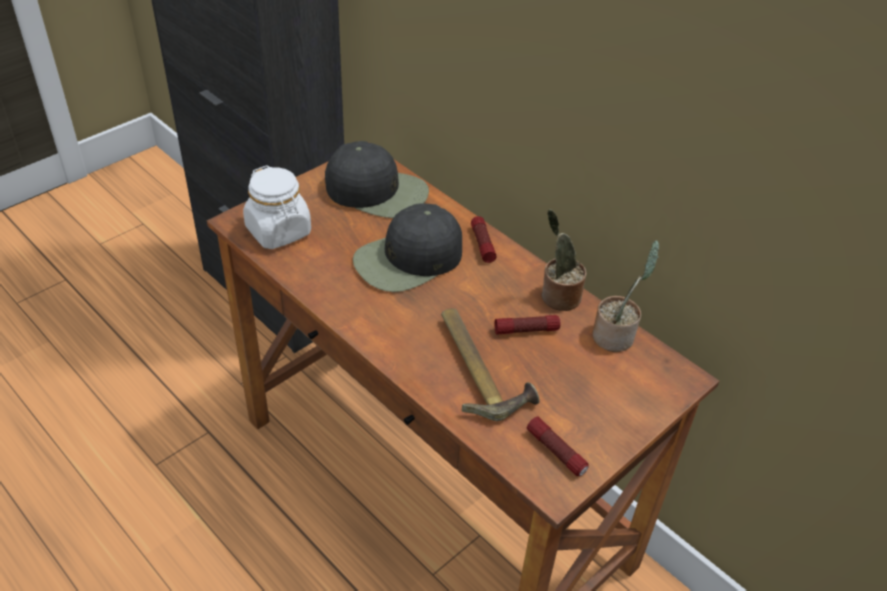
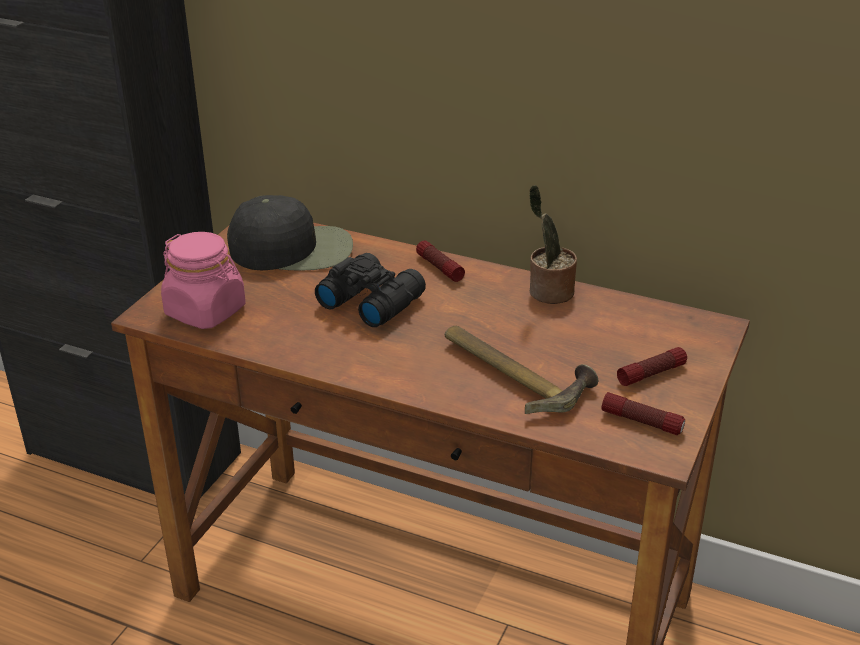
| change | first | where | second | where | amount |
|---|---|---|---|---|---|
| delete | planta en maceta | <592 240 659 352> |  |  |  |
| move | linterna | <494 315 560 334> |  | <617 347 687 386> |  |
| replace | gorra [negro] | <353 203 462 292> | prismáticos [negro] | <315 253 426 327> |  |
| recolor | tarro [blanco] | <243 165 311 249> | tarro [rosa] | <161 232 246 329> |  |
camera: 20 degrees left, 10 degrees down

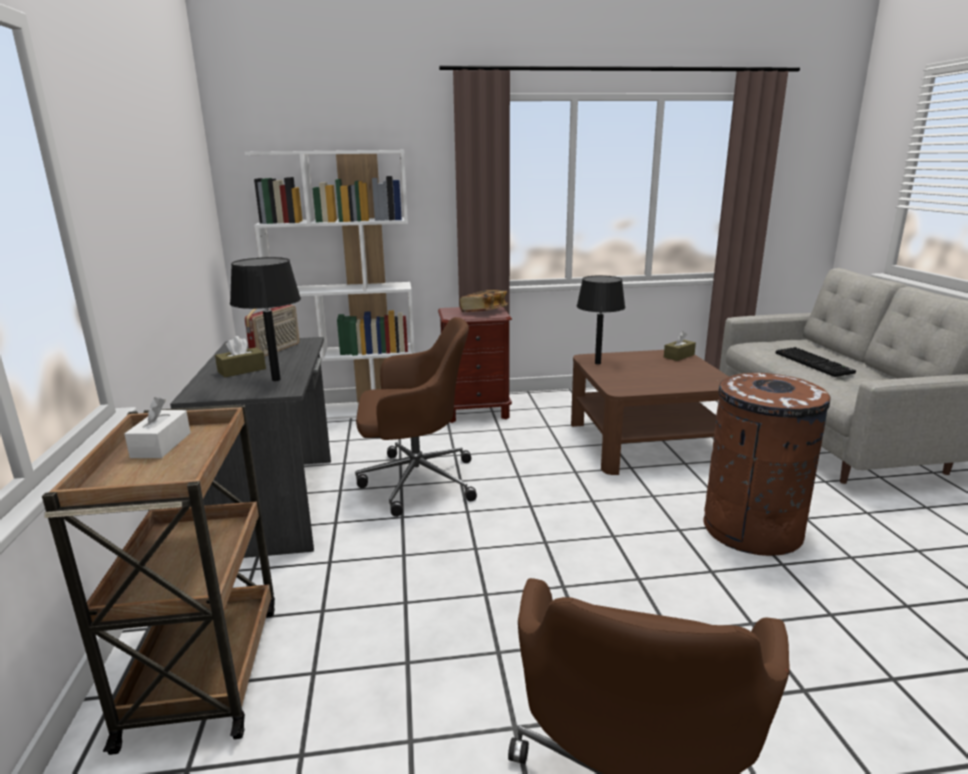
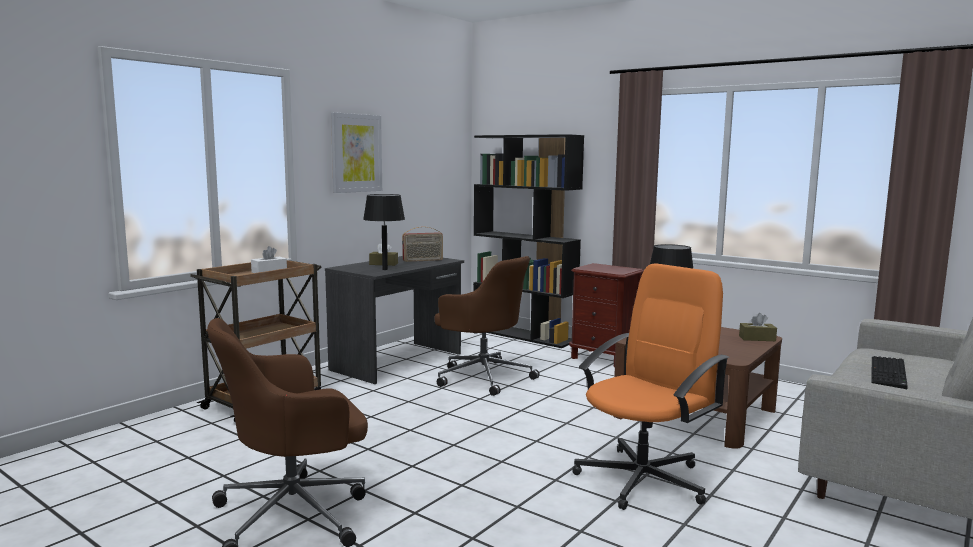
| change | first | where | second | where | amount |
|---|---|---|---|---|---|
| delete | libro | <460 290 508 312> |  |  |  |
| insert |  |  | cuadro | <331 112 382 193> |  |
| replace | papelera [marrón] | <704 373 831 556> | silla de oficina [naranja] | <572 263 729 510> |  |
| recolor | estantería [blanco] | <245 150 415 420> | estantería [negro] | <473 134 584 348> |  |
camera: 45 degrees right, 10 degrees down

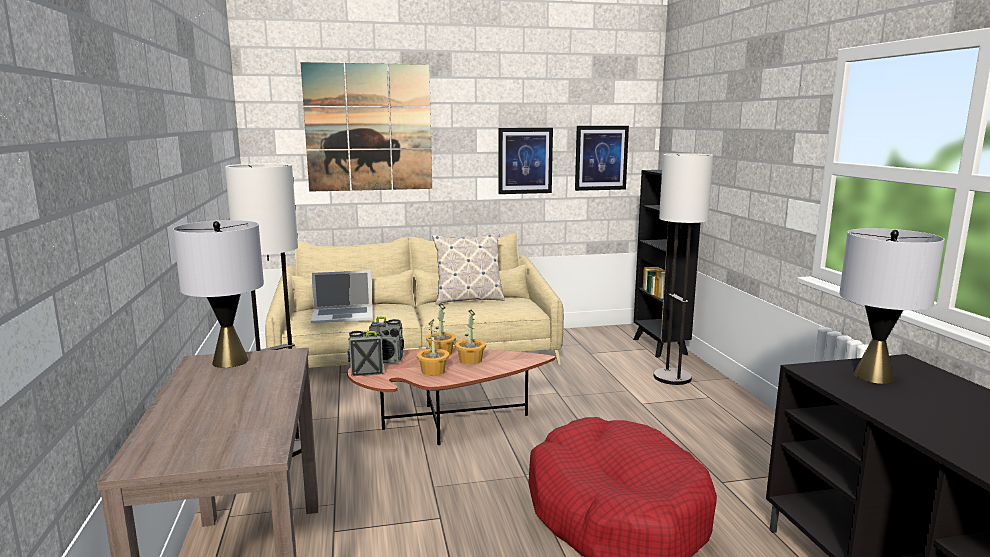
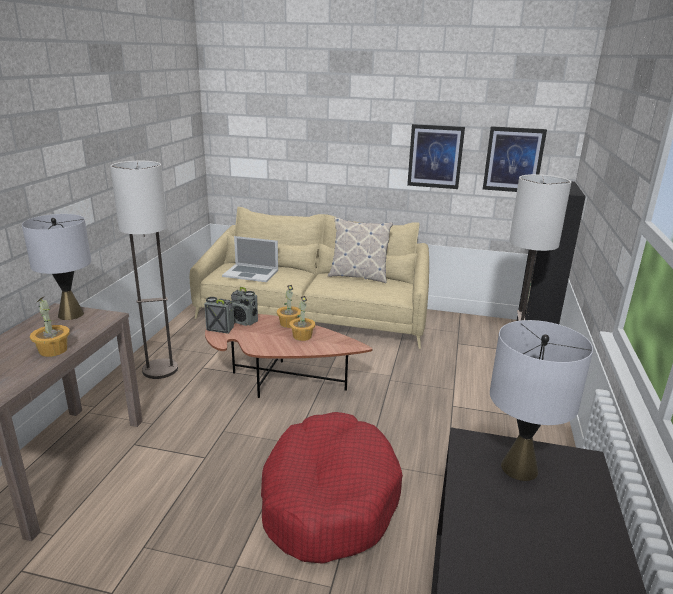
| change | first | where | second | where | amount |
|---|---|---|---|---|---|
| delete | cuadro | <300 62 432 192> |  |  |  |
| move | planta en maceta | <417 319 449 376> |  | <30 296 70 357> |  |
camera: 25 degrees right, 10 degrees up

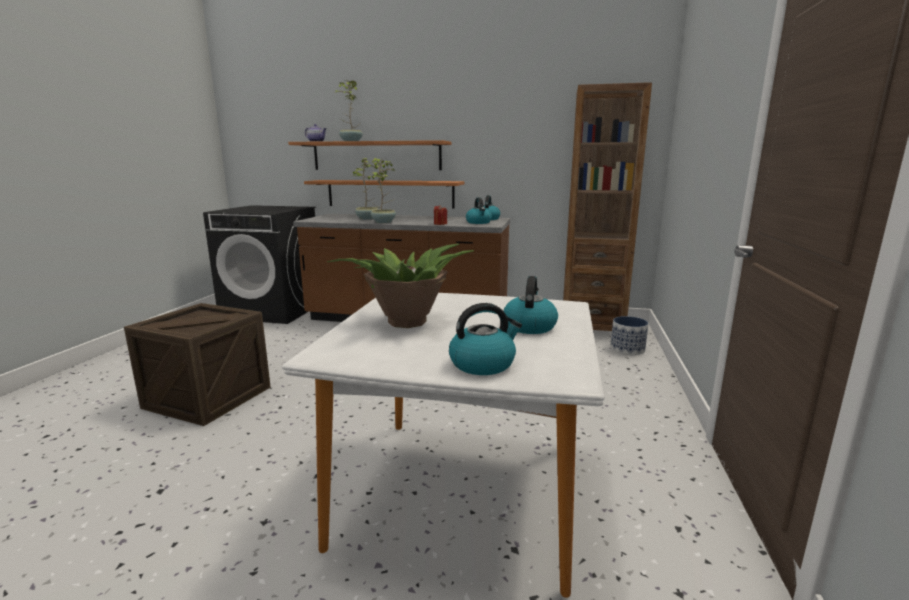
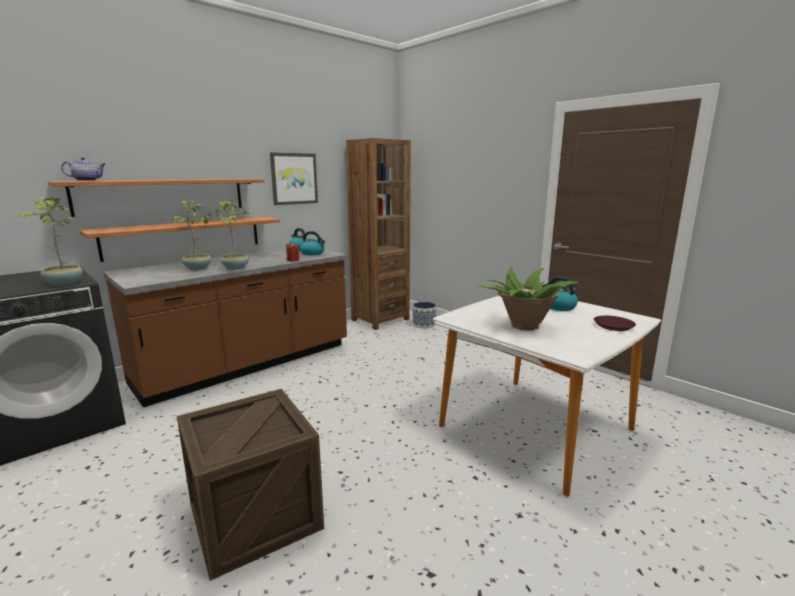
| change | first | where | second | where | amount |
|---|---|---|---|---|---|
| insert |  |  | cuadro | <270 152 318 205> |  |
| move | planta en maceta | <334 80 363 141> |  | <18 197 83 286> |  |
| replace | hervidor | <449 303 522 375> | plato [marrón] | <594 316 636 331> |  |
camera: 55 degrees left, 0 degrees up

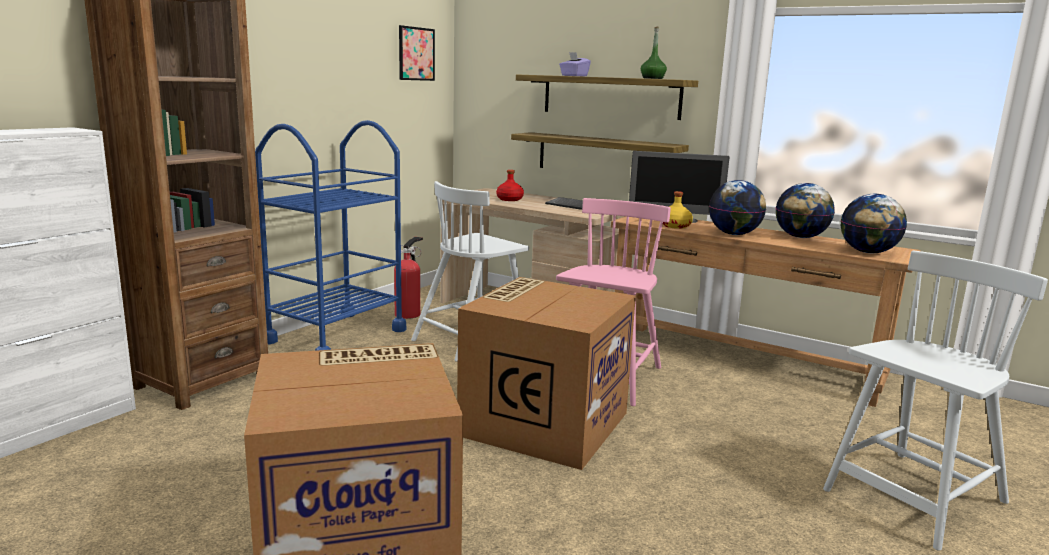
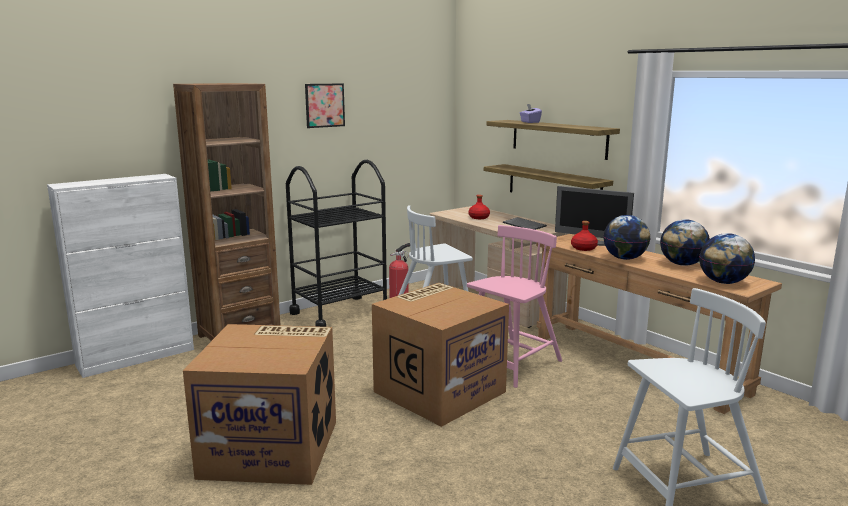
| change | first | where | second | where | amount |
|---|---|---|---|---|---|
| delete | botella [verde] | <641 27 667 79> |  |  |  |
| move | cuadro | <399 25 435 81> |  | <305 83 345 128> |  |
| recolor | carrito [azul] | <255 120 406 351> | carrito [negro] | <286 160 387 327> |  |
| recolor | botella [amarillo] | <663 191 693 229> | botella [rojo] | <571 221 598 251> |  |
camera: 20 degrees right, 0 degrees up

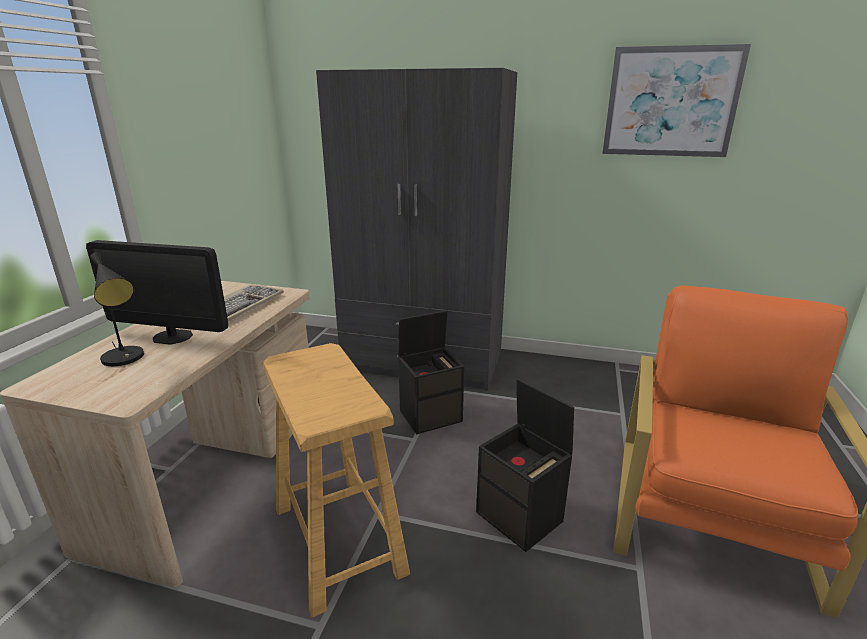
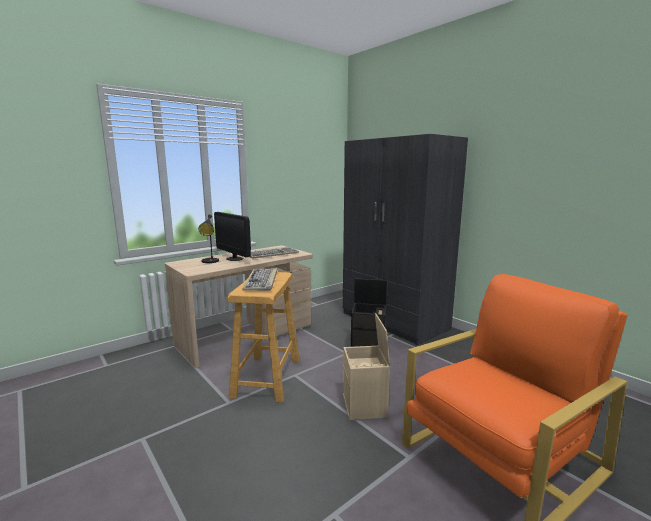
| change | first | where | second | where | amount |
|---|---|---|---|---|---|
| delete | cuadro | <602 44 751 157> |  |  |  |
| insert |  |  | teclado | <242 268 277 291> |  |
| recolor | caja de almacenaje [negro] | <476 378 574 552> | caja de almacenaje [beis] | <343 313 390 420> |  |
camera: 35 degrees right, 10 degrees down

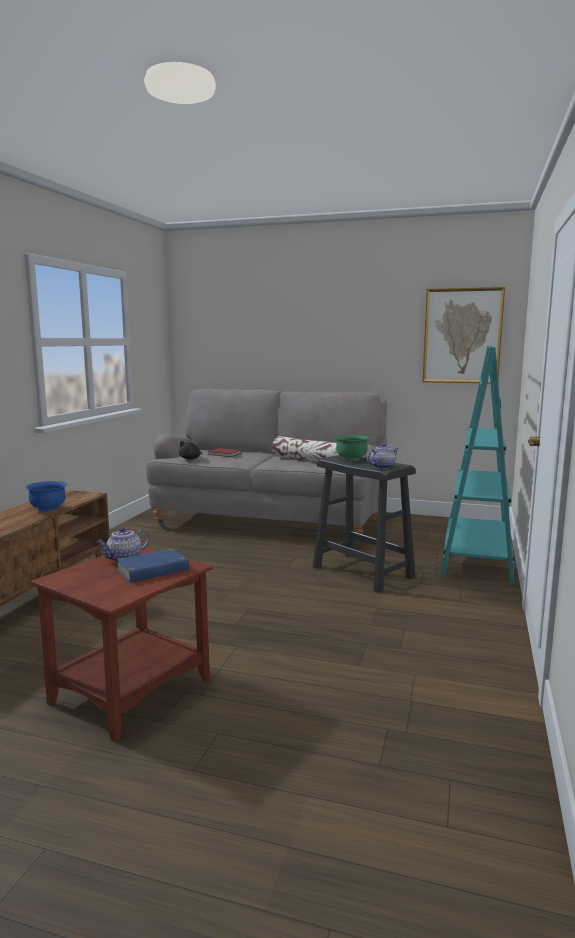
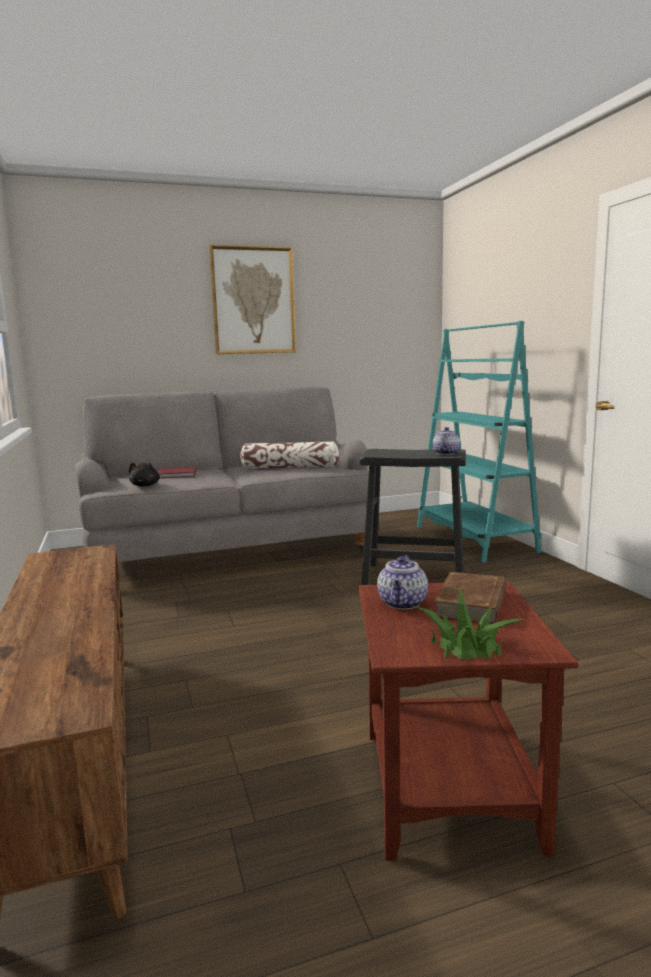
| change | first | where | second | where | amount |
|---|---|---|---|---|---|
| delete | cuenco [azul] | <25 481 67 512> |  |  |  |
| delete | cuenco [verde] | <334 435 370 461> |  |  |  |
| insert |  |  | planta en maceta | <411 586 525 659> |  |
| move | cuadro | <422 287 505 383> |  | <209 245 296 354> |  |
| recolor | libro [azul] | <116 548 196 583> | libro [marrón] | <434 572 506 624> |  |
camera: 35 degrees left, 0 degrees up

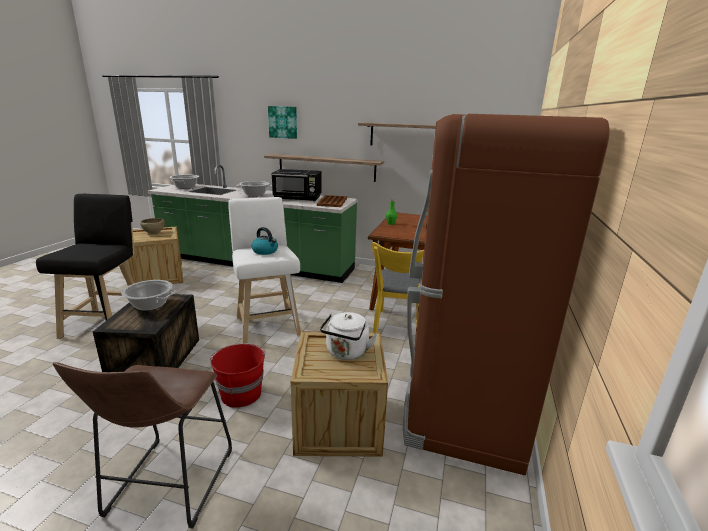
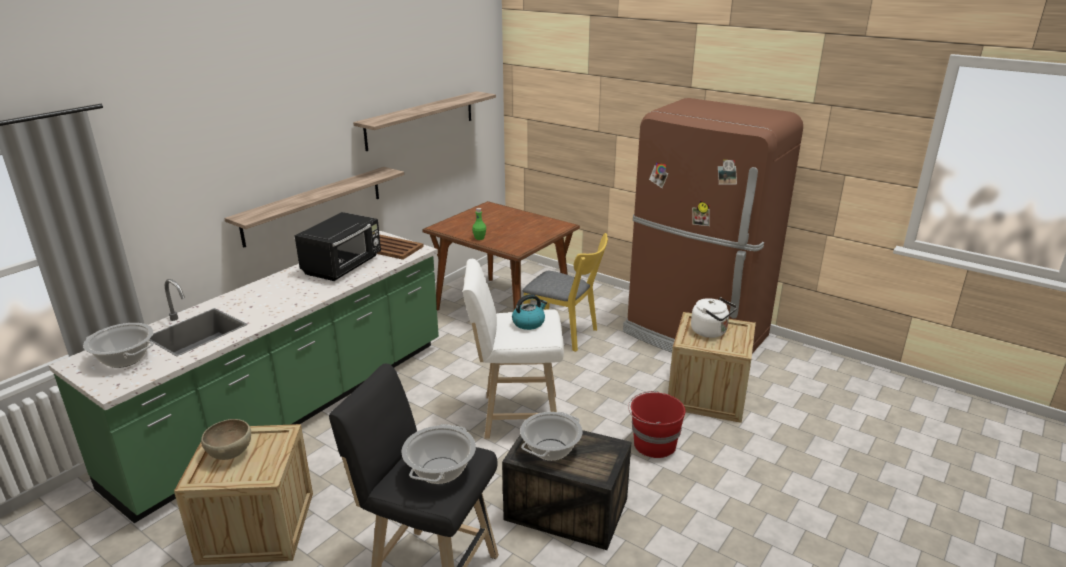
| change | first | where | second | where | amount |
|---|---|---|---|---|---|
| delete | taburete [marrón] | <53 362 232 529> |  |  |  |
| delete | cuadro | <268 106 297 139> |  |  |  |
| move | olla | <236 181 272 197> |  | <401 424 476 484> |  |
camera: 70 degrees left, 5 degrees up

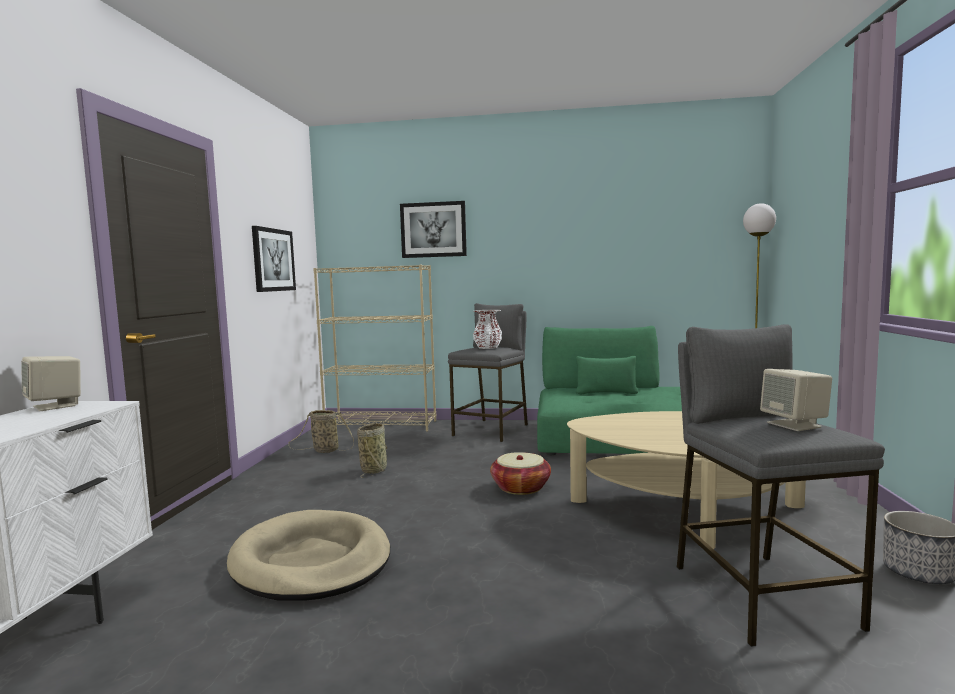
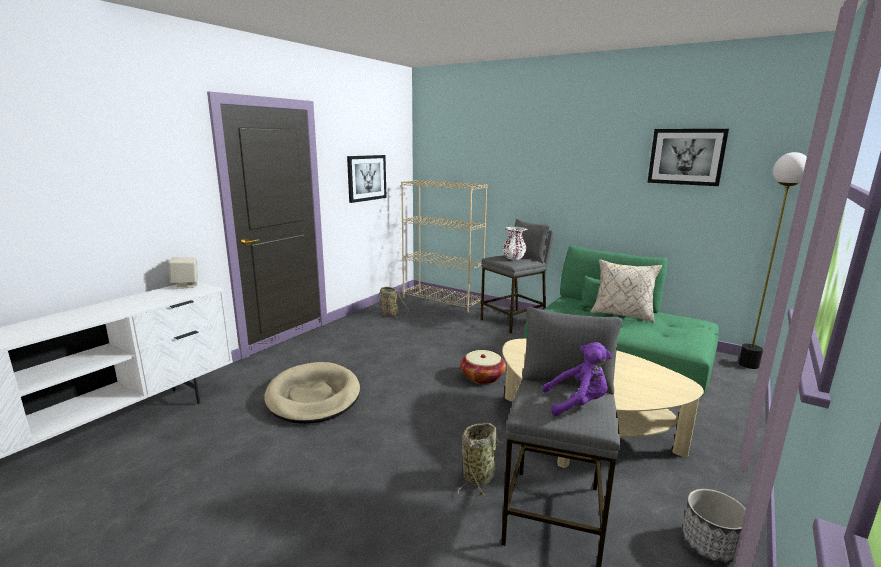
| change | first | where | second | where | amount |
|---|---|---|---|---|---|
| insert |  |  | cojín [beis] | <591 259 662 323> |  |
| move | cesta | <357 423 387 478> |  | <458 423 502 497> |  |
| move | cuadro | <400 201 467 258> |  | <647 129 729 186> |  |
| replace | altavoz [beis] | <760 369 832 431> | peluche [morado] | <542 342 612 416> |  |
camera: 25 degrees right, 10 degrees up

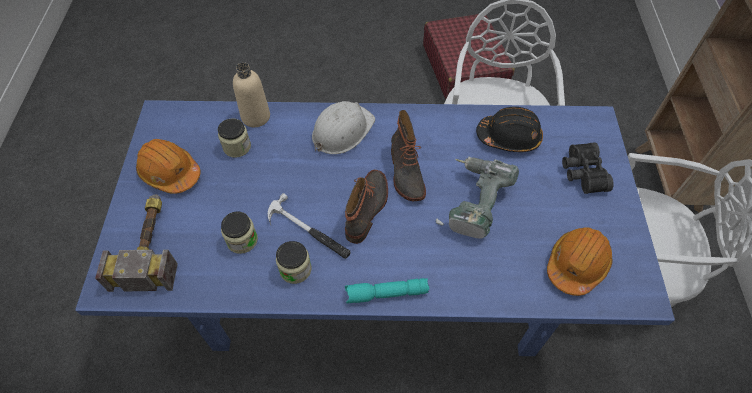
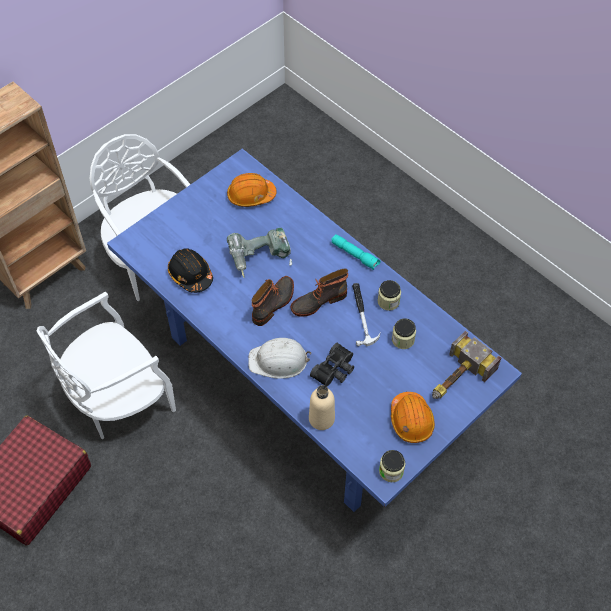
| change | first | where | second | where | amount |
|---|---|---|---|---|---|
| move | tarro | <218 119 251 158> |  | <379 450 406 482> |  |
| move | prismáticos [negro] | <562 142 614 194> |  | <310 343 354 386> |  |
camera: 135 degrees left, 0 degrees up

